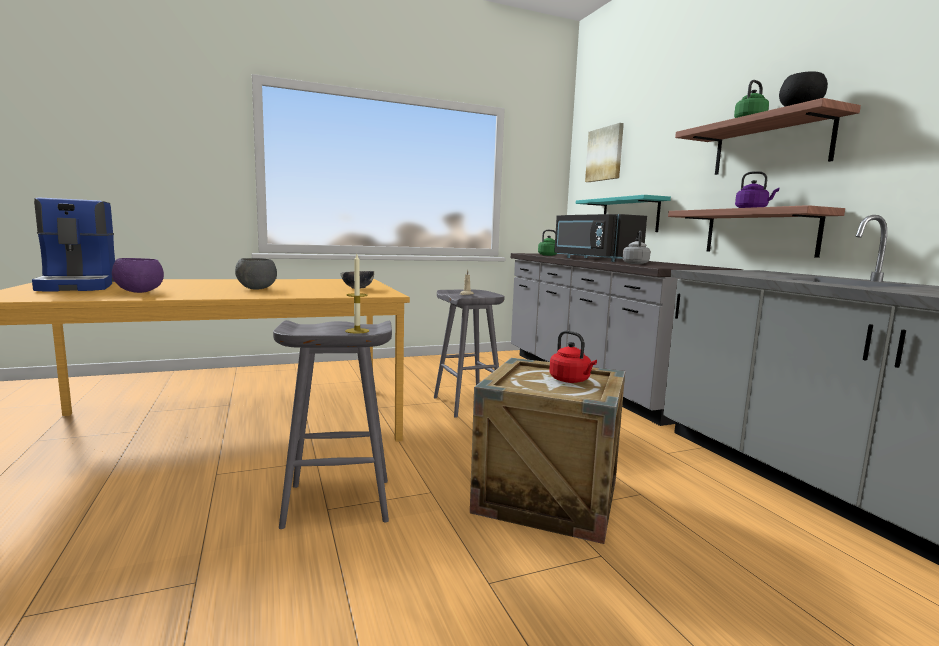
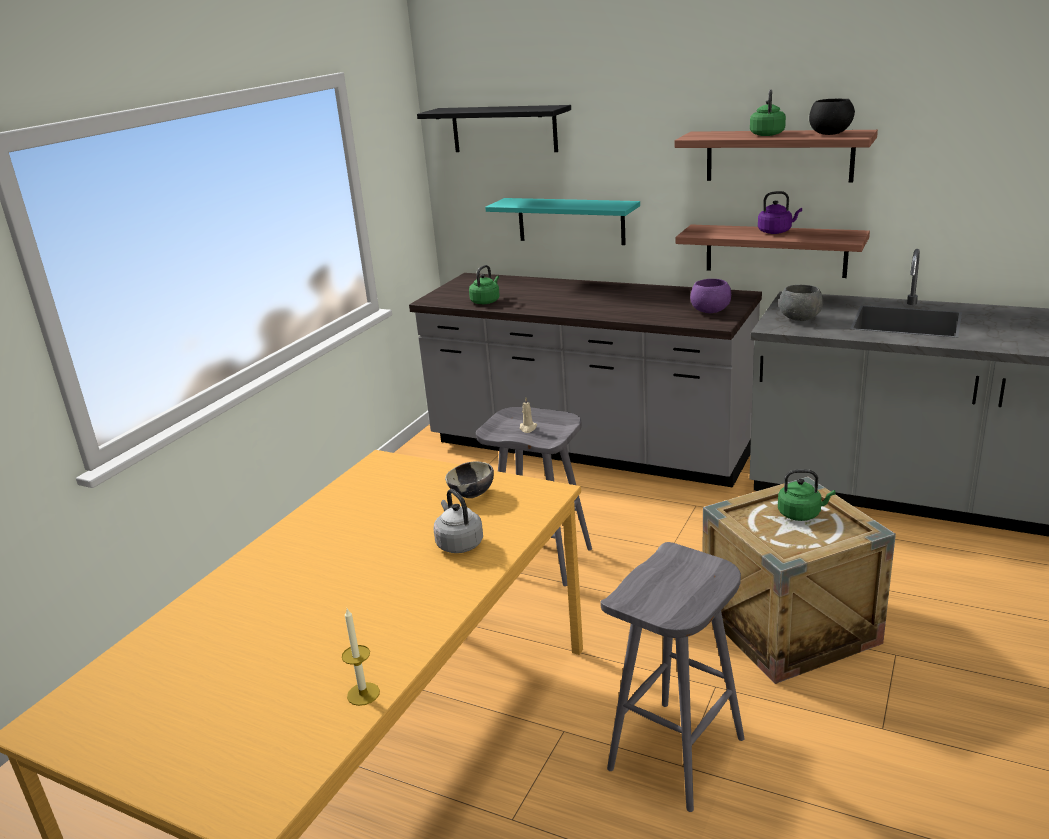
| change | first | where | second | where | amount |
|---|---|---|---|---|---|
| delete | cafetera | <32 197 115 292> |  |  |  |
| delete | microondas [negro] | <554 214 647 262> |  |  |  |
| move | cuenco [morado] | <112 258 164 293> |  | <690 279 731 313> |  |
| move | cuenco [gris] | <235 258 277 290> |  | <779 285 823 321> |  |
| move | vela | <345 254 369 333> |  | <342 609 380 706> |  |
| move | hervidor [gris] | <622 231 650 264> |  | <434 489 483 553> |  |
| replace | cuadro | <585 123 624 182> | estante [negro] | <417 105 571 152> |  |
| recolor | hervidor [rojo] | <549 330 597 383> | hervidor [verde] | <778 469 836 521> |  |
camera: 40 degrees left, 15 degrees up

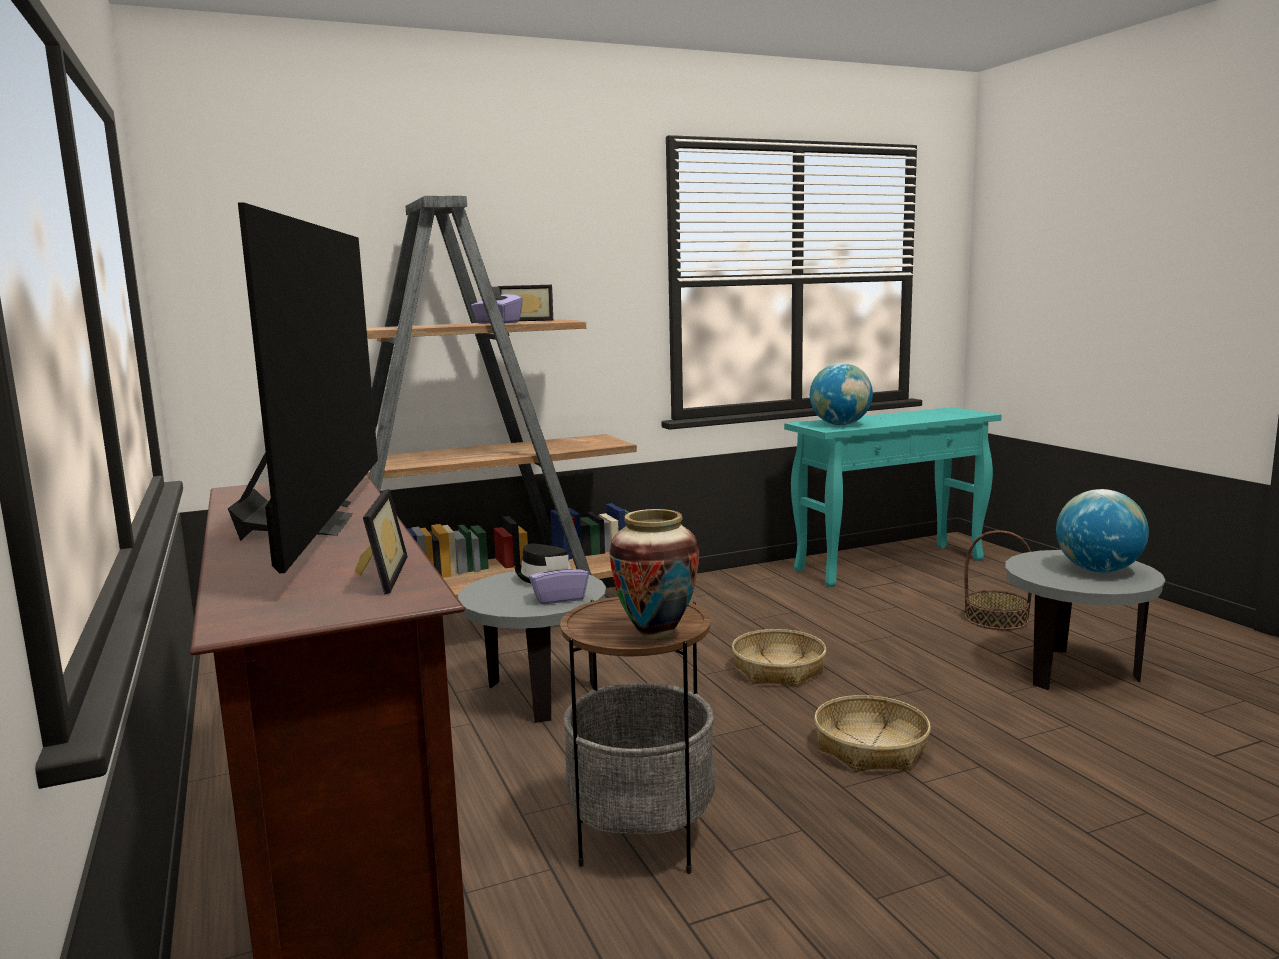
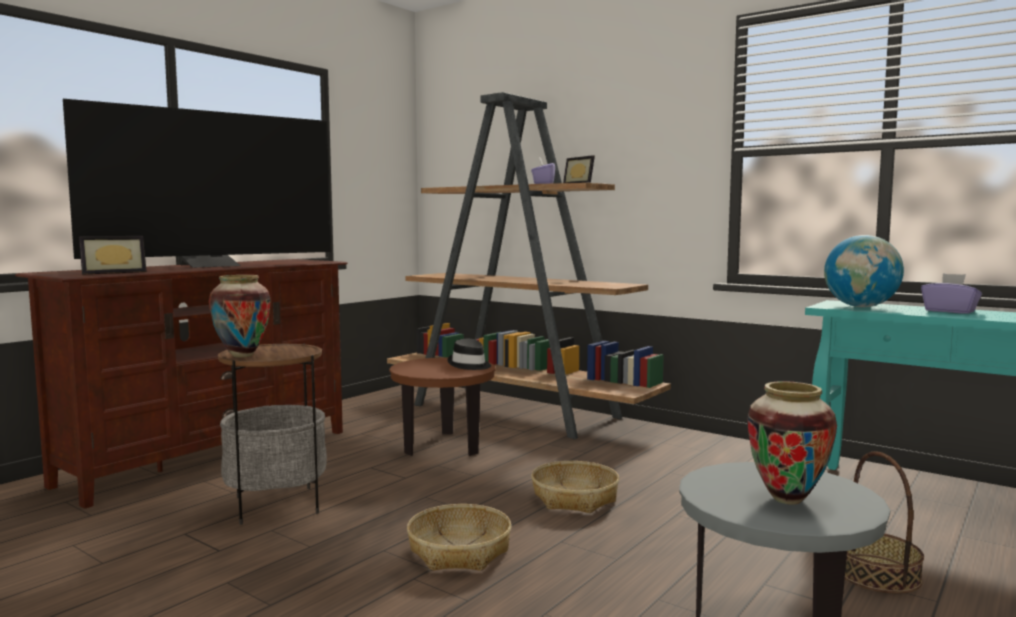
| change | first | where | second | where | amount |
|---|---|---|---|---|---|
| move | caja de pañuelos [morado] | <529 555 589 605> |  | <921 273 982 314> |  |
| replace | globo terráqueo | <1056 489 1149 573> | florero | <747 381 837 505> |  |
| recolor | mesa auxiliar [gris] | <458 571 606 723> | mesa auxiliar [marrón] | <389 357 496 456> |  |
camera: 60 degrees right, 5 degrees down

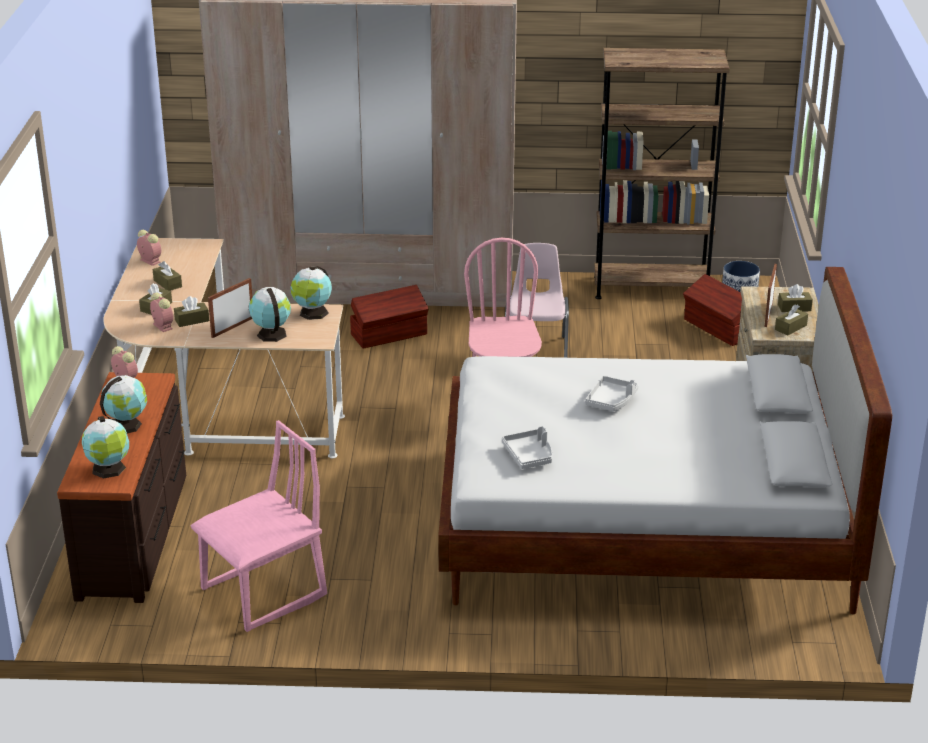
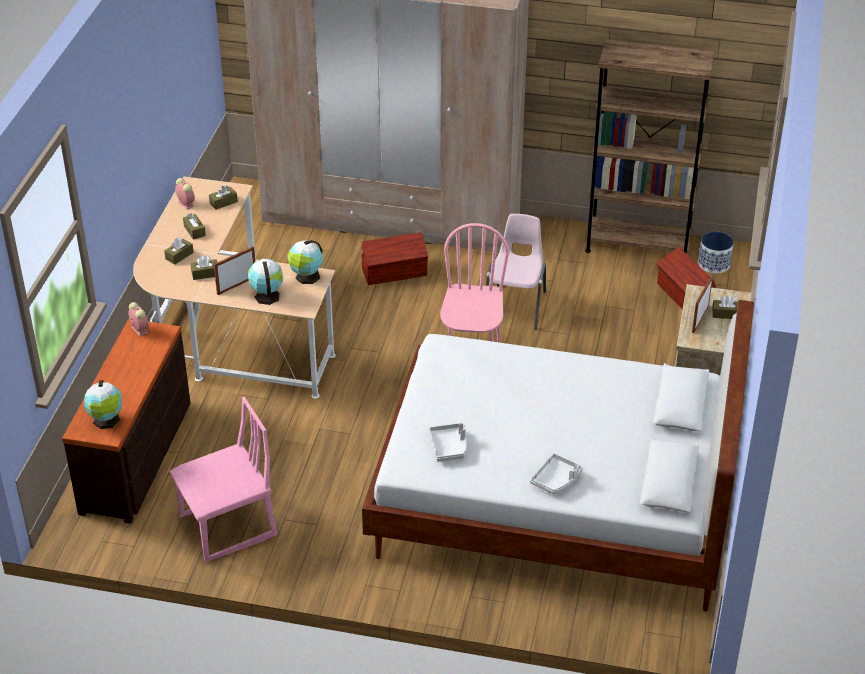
| change | first | where | second | where | amount |
|---|---|---|---|---|---|
| delete | globo terráqueo | <100 375 147 433> |  |  |  |
| delete | despertador | <150 293 173 332> |  |  |  |
| move | bandeja [gris] | <585 376 639 411> |  | <530 453 583 494> |  |
| move | caja de pañuelos [marrón] | <775 305 808 335> |  | <209 185 238 210> |  |
camera: 10 degrees right, 10 degrees up

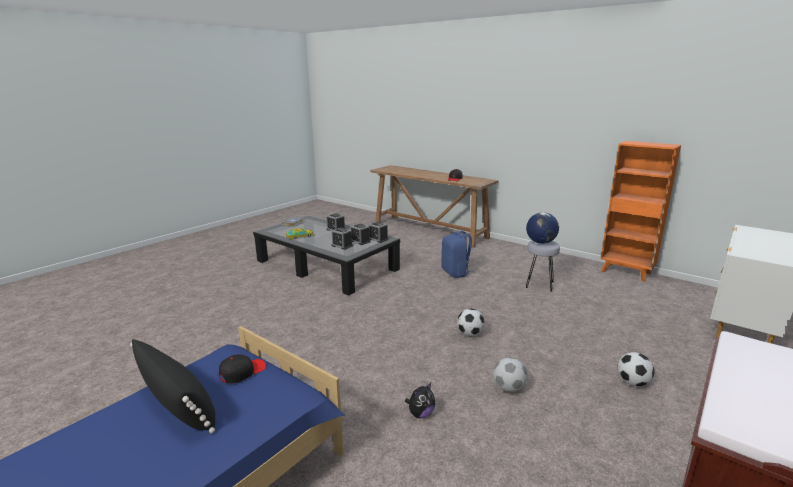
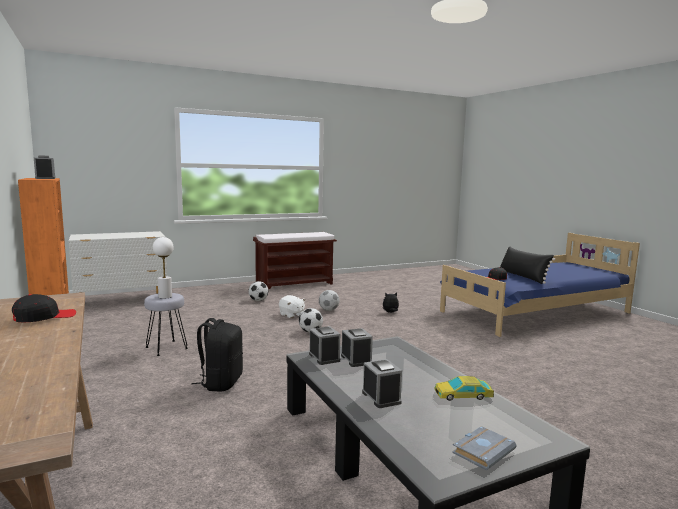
| change | first | where | second | where | amount |
|---|---|---|---|---|---|
| insert |  |  | peluche [blanco] | <279 295 305 318> |  |
| move | despertador | <331 228 353 250> |  | <34 155 55 179> |  |
| replace | globo terráqueo | <526 212 559 244> | lámpara de mesa [blanco] | <153 237 174 299> |  |
| recolor | mochila [azul] | <441 230 474 278> | mochila [negro] | <191 318 243 392> |  |
camera: 155 degrees left, 10 degrees down

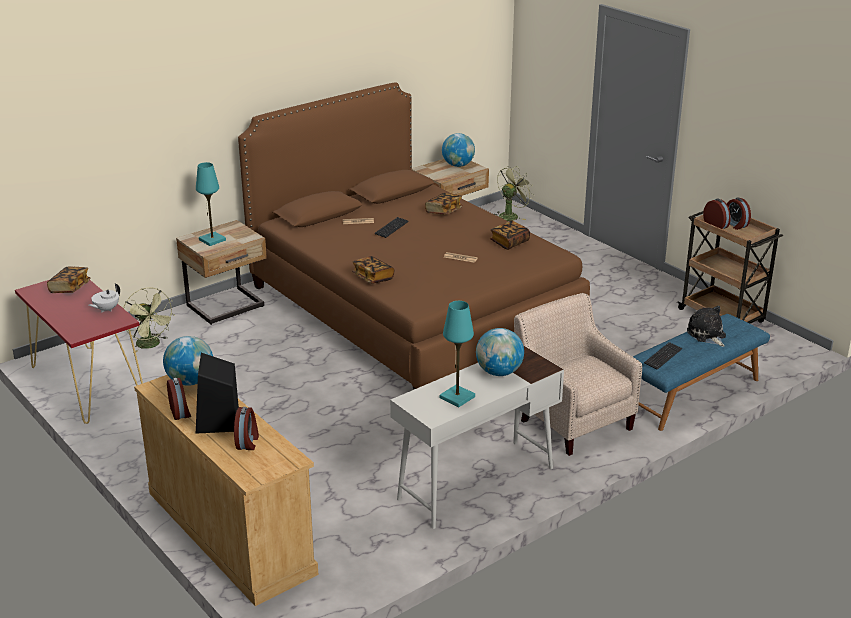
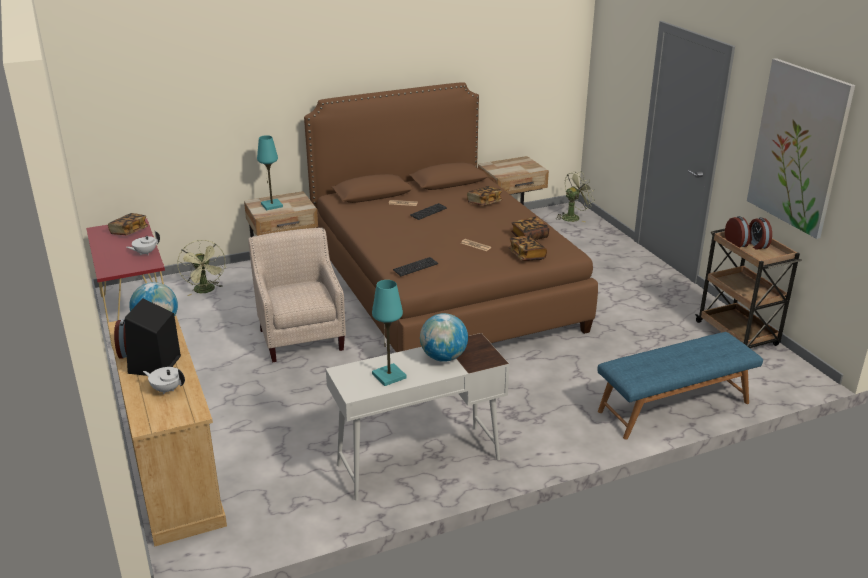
| change | first | where | second | where | amount |
|---|---|---|---|---|---|
| delete | globo terráqueo | <442 133 475 167> |  |  |  |
| delete | peluche | <687 306 726 347> |  |  |  |
| insert |  |  | cuadro | <747 58 855 239> |  |
| move | libro | <352 256 394 284> |  | <508 236 547 261> |  |
| move | sillón [beis] | <514 293 642 456> |  | <248 228 346 362> |  |
| move | teclado | <644 342 682 370> |  | <393 257 438 276> |  |
| replace | despertador | <234 407 259 450> | tetera [blanco] | <143 367 185 394> |  |
camera: 15 degrees right, 0 degrees up

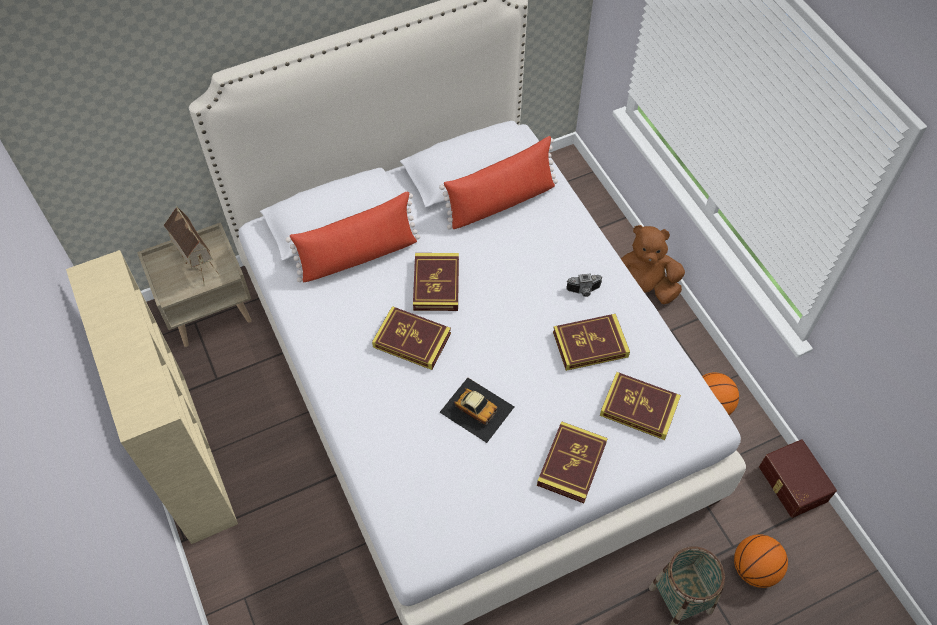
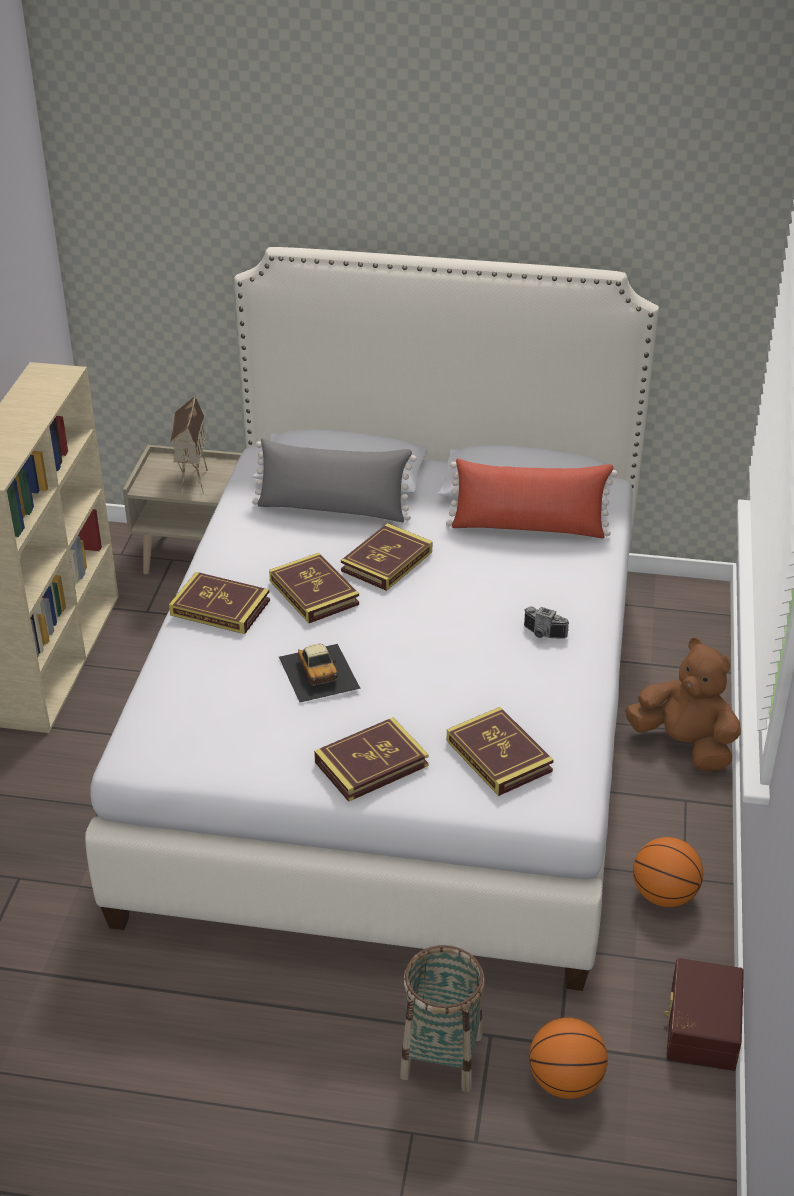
| change | first | where | second | where | amount |
|---|---|---|---|---|---|
| move | libro | <553 314 630 371> |  | <169 572 270 634> |  |
| recolor | cojín [rojo] | <286 192 420 282> | cojín [gris] | <252 438 416 522> |  |
camera: 35 degrees right, 20 degrees down

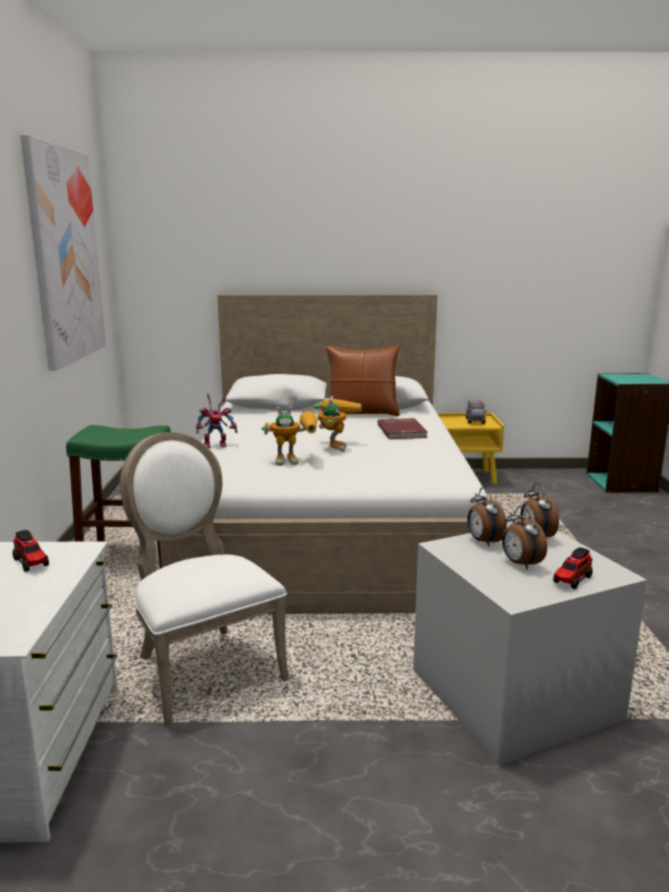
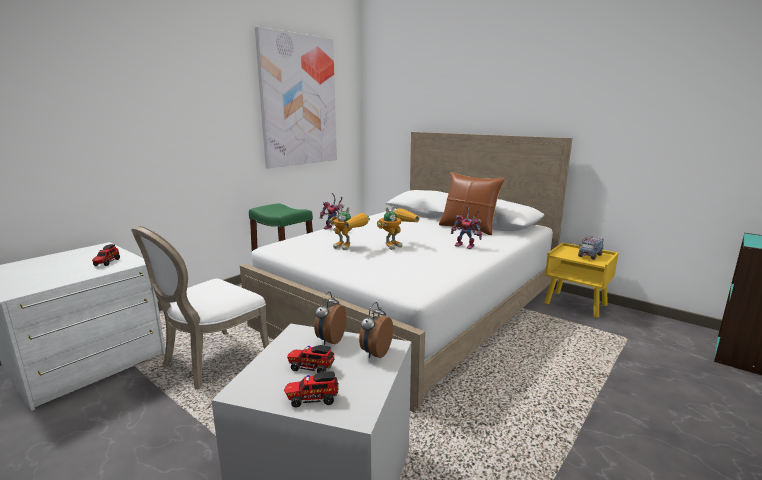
| change | first | where | second | where | amount |
|---|---|---|---|---|---|
| replace | libro [rojo] | <377 418 428 439> | robot de juguete | <451 205 482 249> |  |
| replace | despertador | <502 506 547 569> | camión de juguete | <287 345 335 373> |  |
| rotate | silla [blanco] | <120 432 289 728> |  | <131 226 269 390> | 150 degrees counterclockwise |
camera: 40 degrees right, 0 degrees up

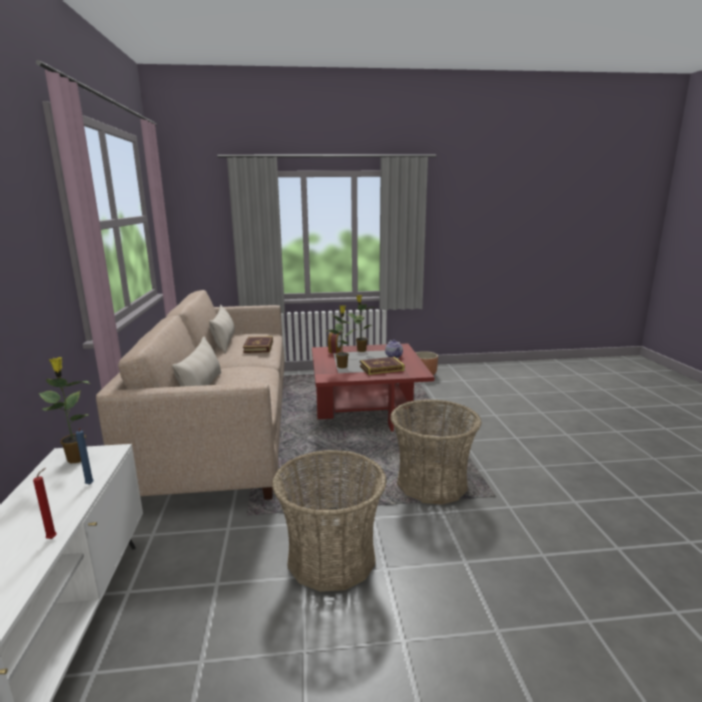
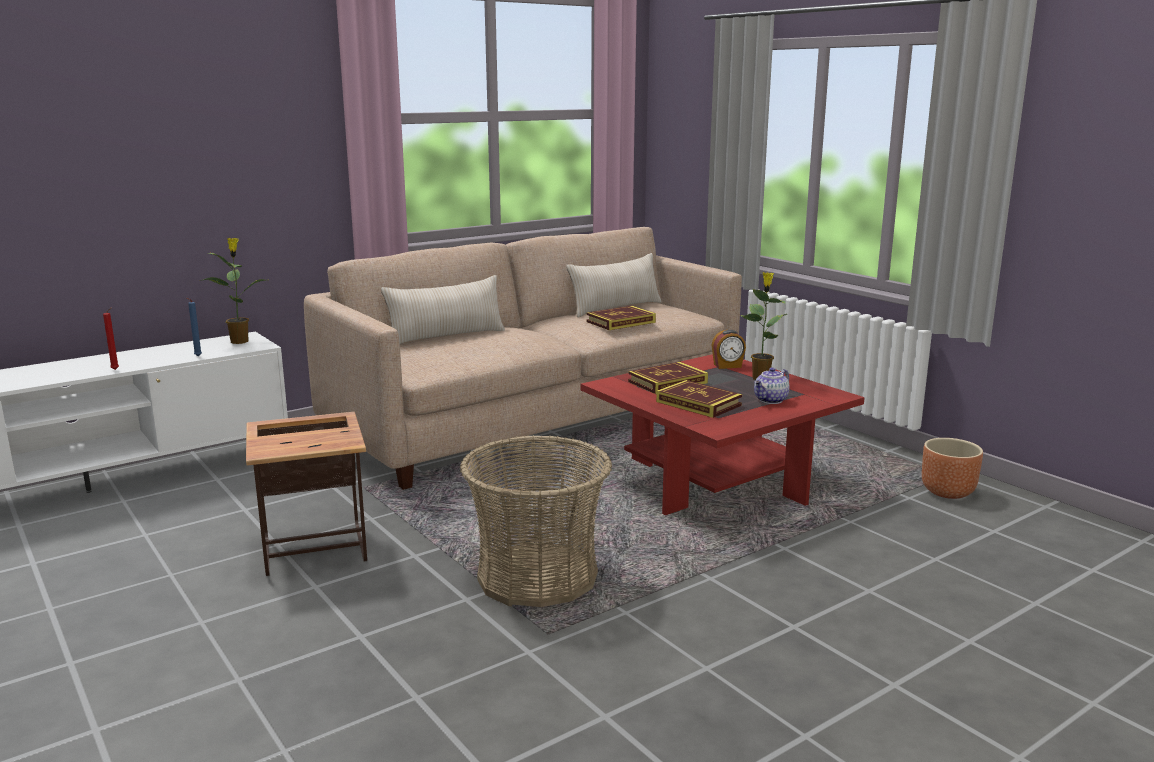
| change | first | where | second | where | amount |
|---|---|---|---|---|---|
| replace | cesta | <272 450 387 592> | mesa auxiliar | <246 412 367 576> |  |
| replace | planta en maceta | <325 305 358 368> | libro | <628 362 708 394> |  |
camera: 60 degrees right, 0 degrees up

